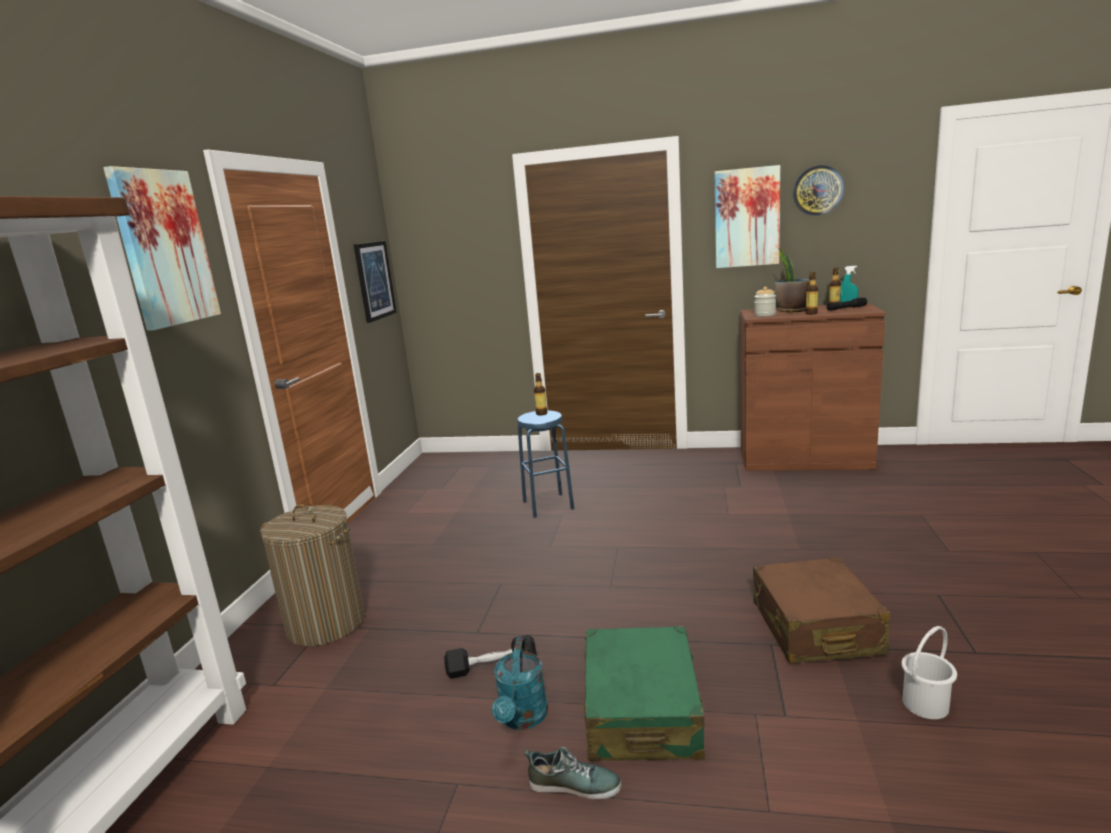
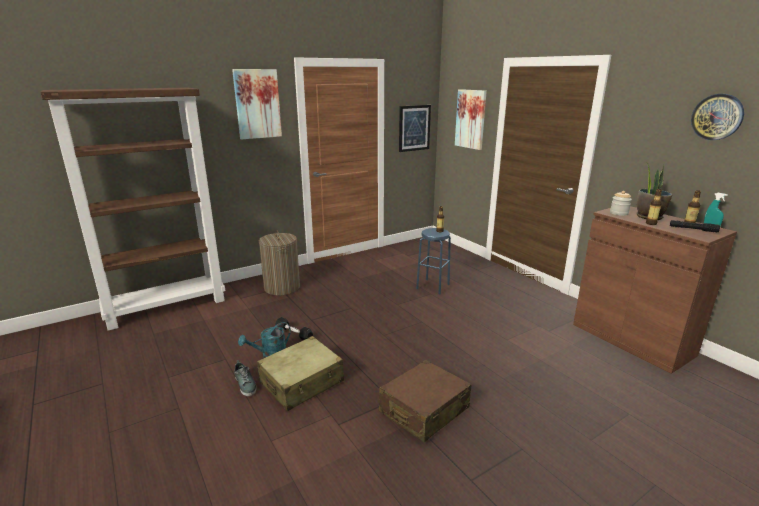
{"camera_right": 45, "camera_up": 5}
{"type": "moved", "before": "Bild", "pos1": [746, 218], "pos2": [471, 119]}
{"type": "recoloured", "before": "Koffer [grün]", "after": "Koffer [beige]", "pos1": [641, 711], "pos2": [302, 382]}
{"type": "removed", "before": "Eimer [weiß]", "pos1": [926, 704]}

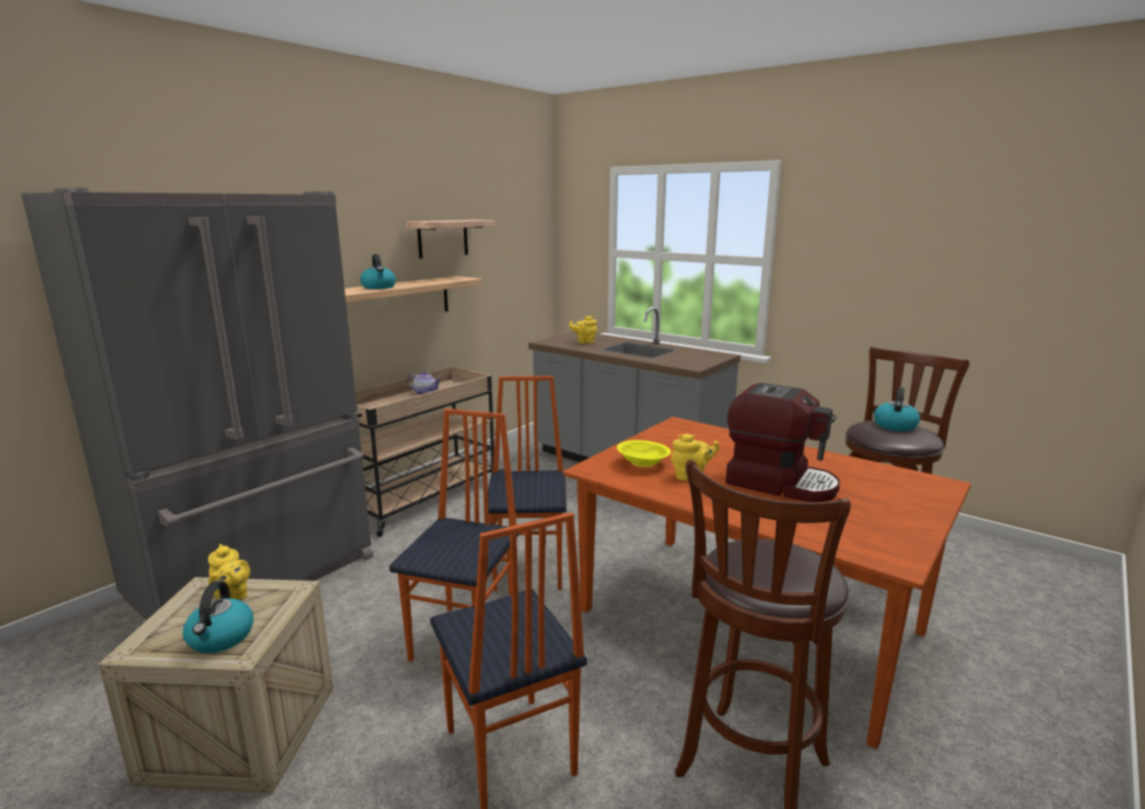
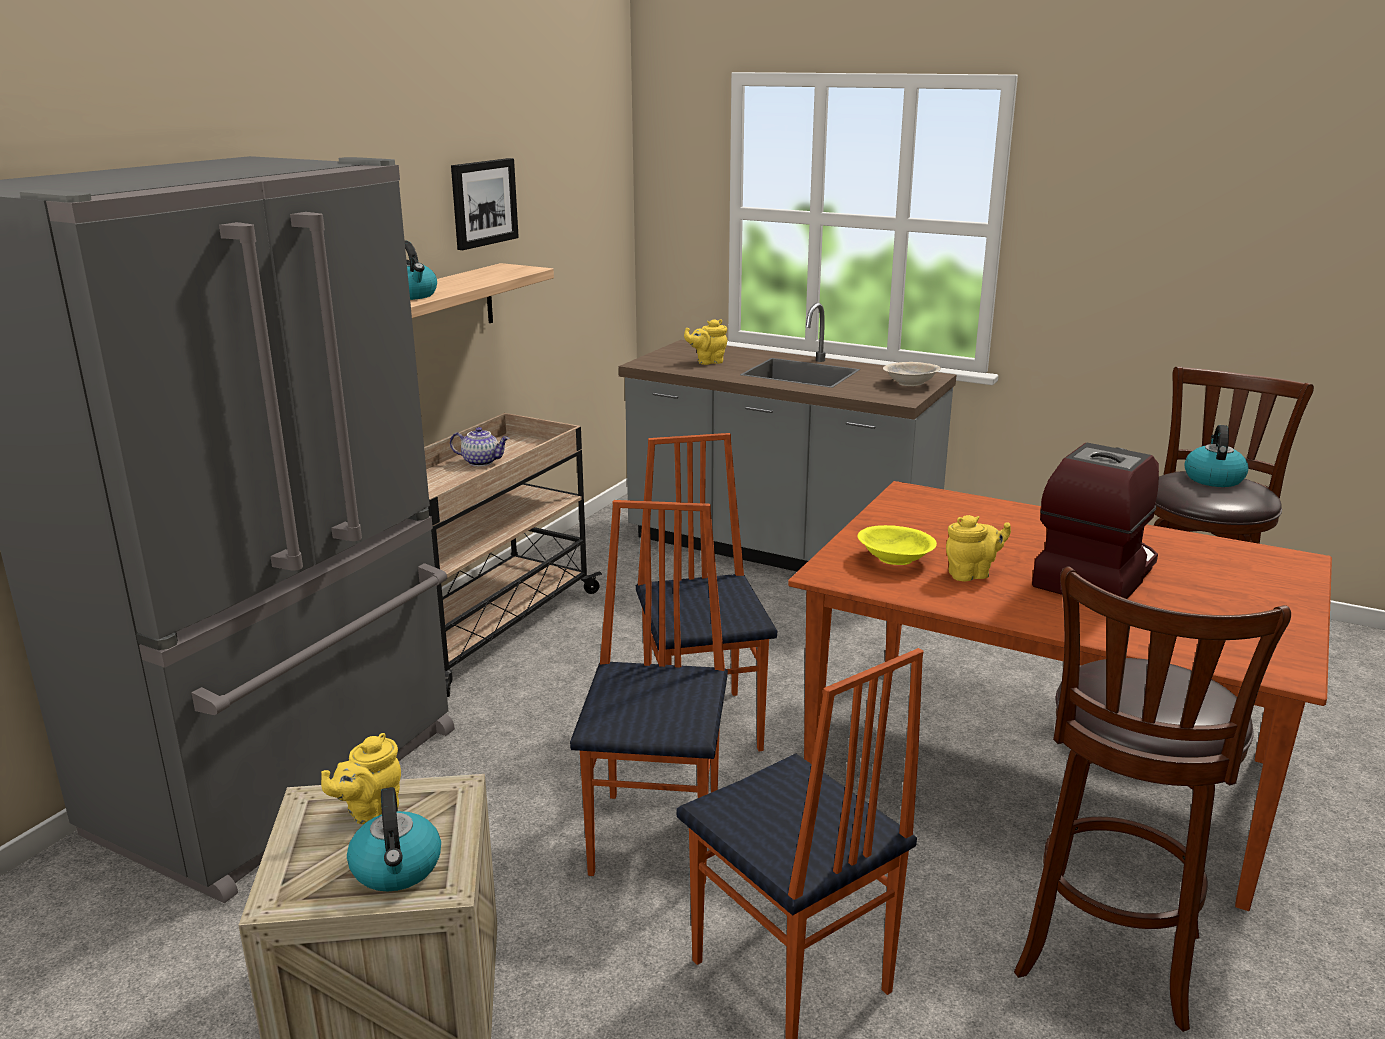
{"camera_right": -10, "camera_up": 5}
{"type": "replaced", "before": "Wandregal", "after": "Bild", "pos1": [443, 238], "pos2": [483, 203]}
{"type": "turned", "before": "Kaffeemaschine", "pos1": [780, 483], "pos2": [1094, 575], "turn": -75}
{"type": "turned", "before": "Teekanne [gelb]", "pos1": [232, 597], "pos2": [369, 810], "turn": 90}
{"type": "added", "after": "Schüssel [beige]", "pos2": [910, 384]}

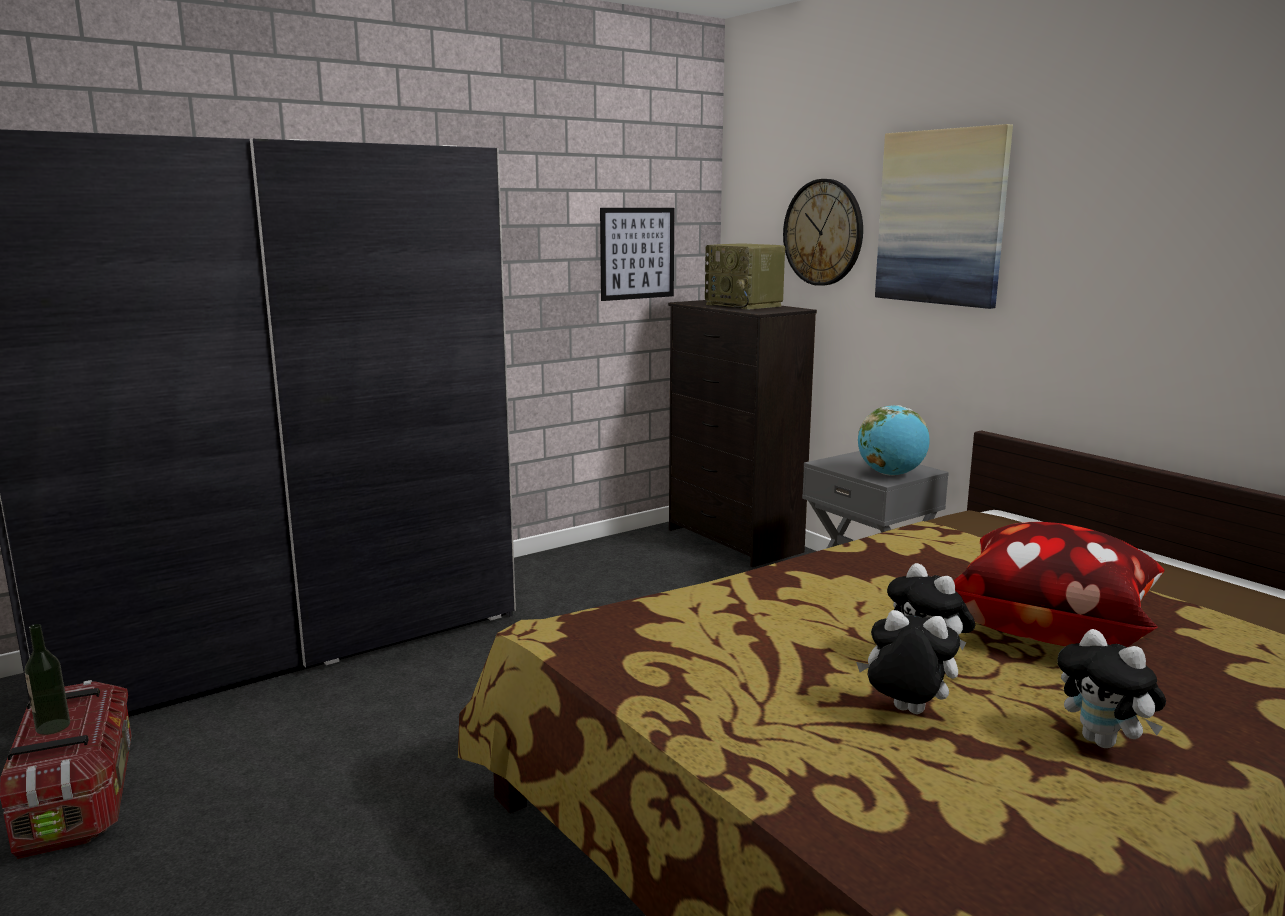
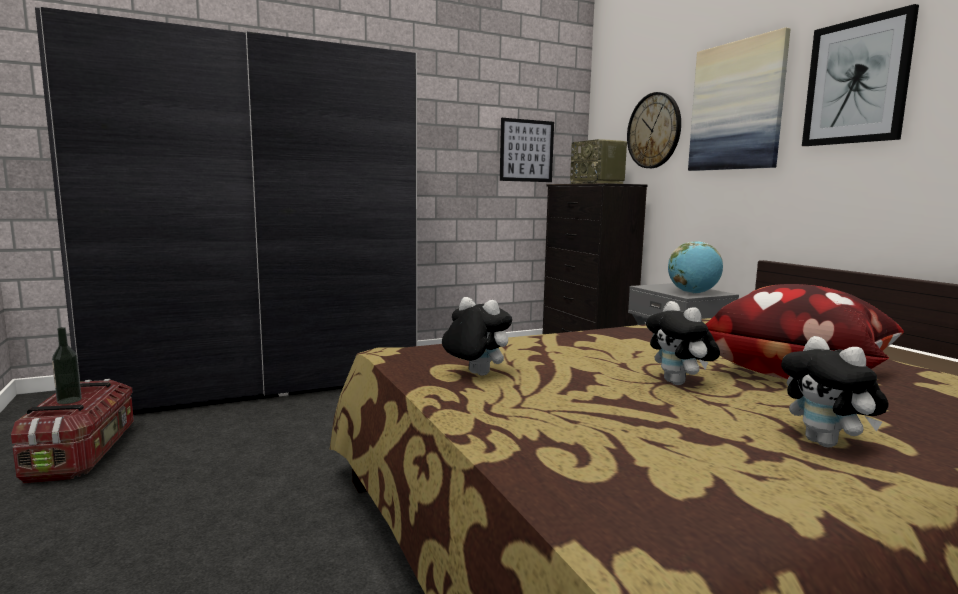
{"camera_right": 10, "camera_up": -5}
{"type": "moved", "before": "Plüschtier", "pos1": [905, 712], "pos2": [475, 374]}
{"type": "added", "after": "Bild", "pos2": [857, 82]}

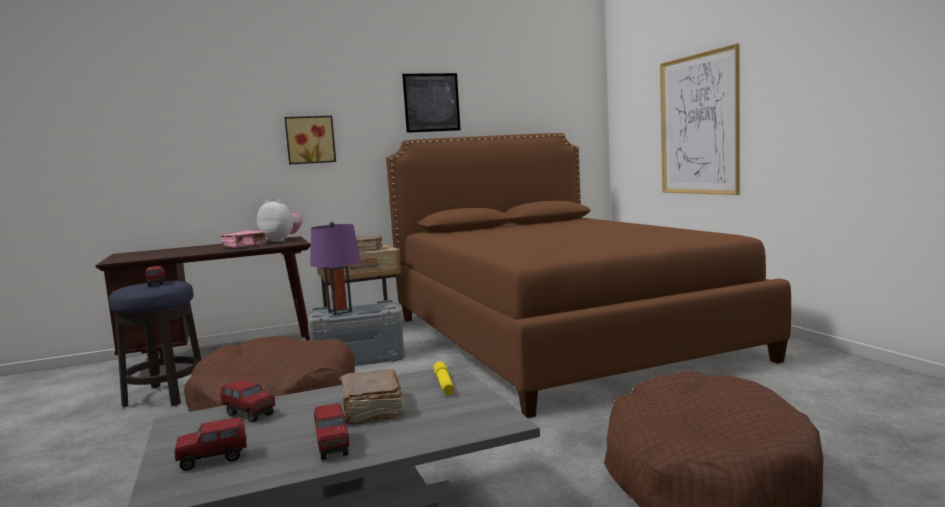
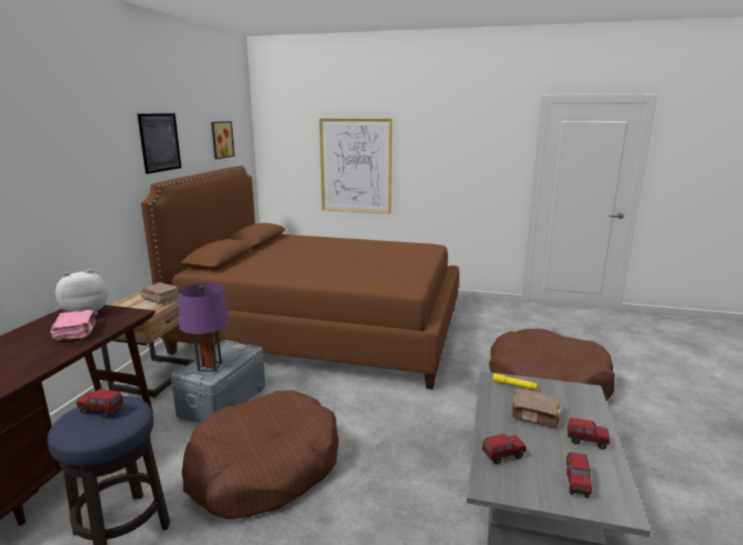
{"camera_right": -55, "camera_up": 10}
{"type": "moved", "before": "Bild", "pos1": [310, 140], "pos2": [221, 139]}

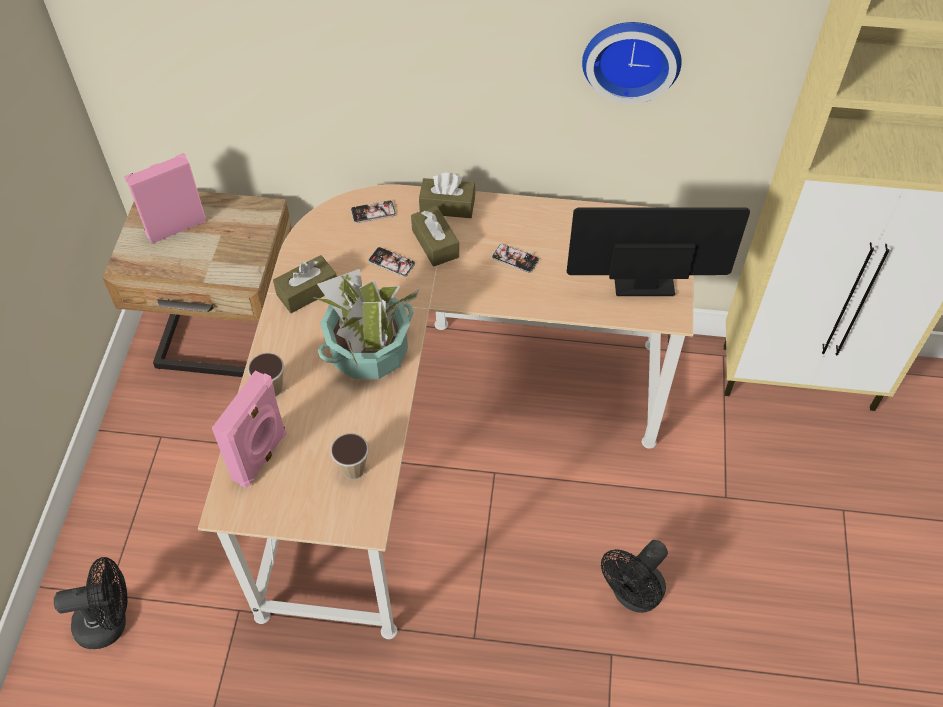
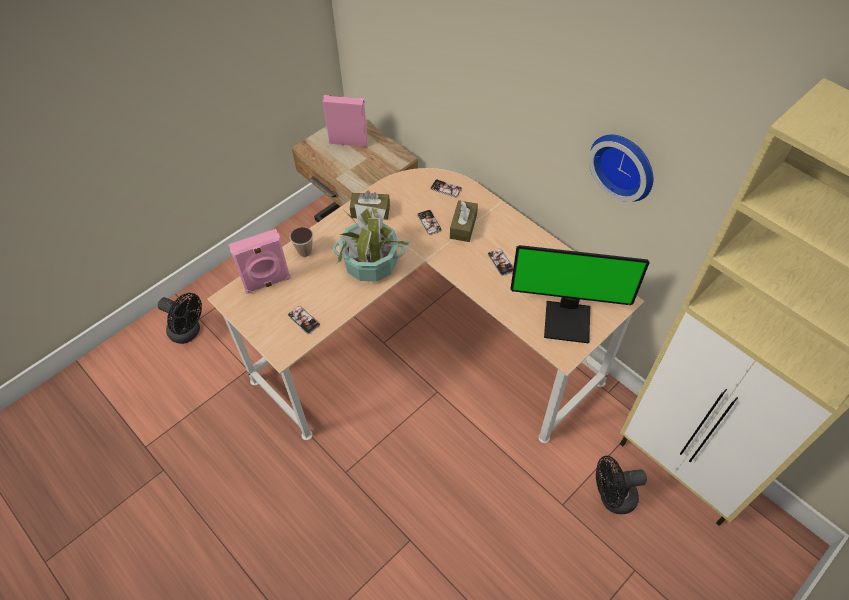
{"camera_right": 40, "camera_up": 0}
{"type": "removed", "before": "Taschentuchbox [braun]", "pos1": [447, 206]}
{"type": "turned", "before": "Monitor", "pos1": [641, 277], "pos2": [568, 320], "turn": 150}
{"type": "replaced", "before": "Tasse", "after": "Handy", "pos1": [353, 469], "pos2": [304, 320]}
{"type": "moved", "before": "Ventilator [schwarz]", "pos1": [632, 595], "pos2": [612, 498]}

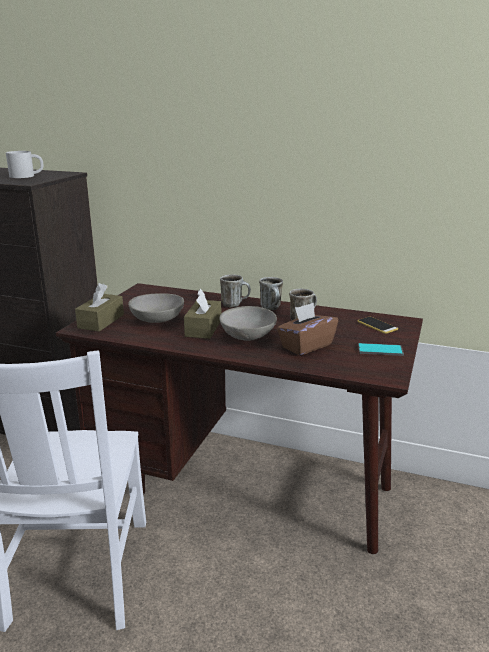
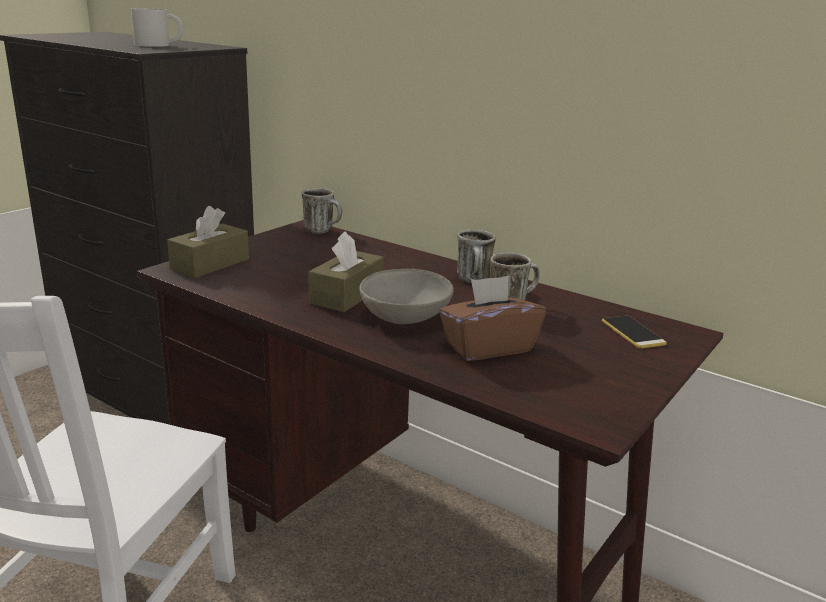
{"camera_right": 15, "camera_up": 0}
{"type": "moved", "before": "Henkelbecher", "pos1": [235, 304], "pos2": [323, 231]}
{"type": "removed", "before": "Schüssel [grau]", "pos1": [157, 320]}
{"type": "removed", "before": "Handy", "pos1": [380, 350]}

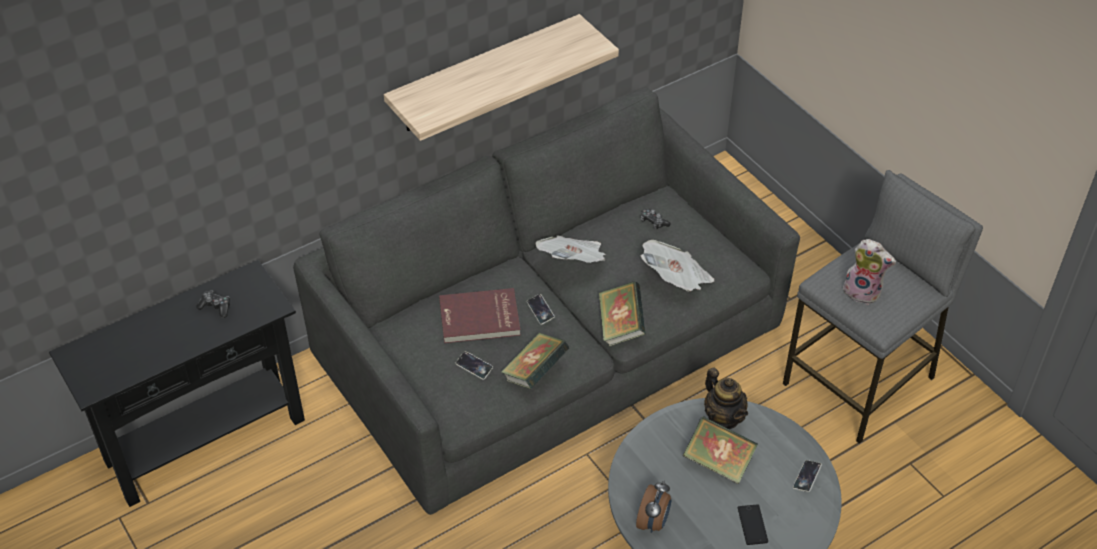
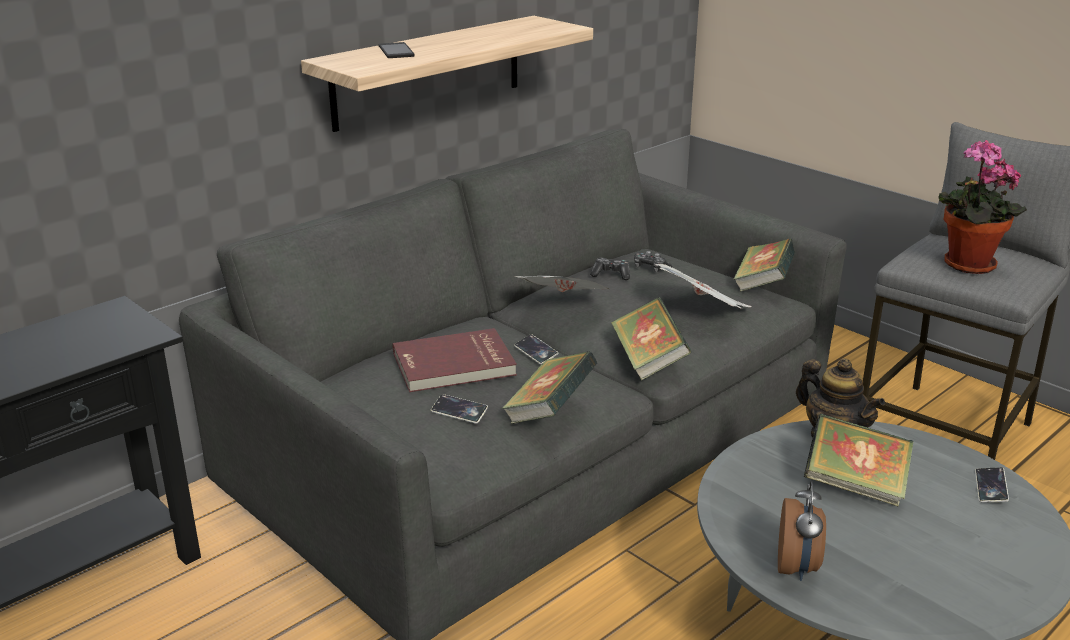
{"camera_right": -10, "camera_up": -20}
{"type": "replaced", "before": "Plüschtier", "after": "Topfpflanze", "pos1": [863, 291], "pos2": [965, 266]}
{"type": "moved", "before": "Gamepad", "pos1": [216, 307], "pos2": [611, 274]}
{"type": "moved", "before": "Handy", "pos1": [752, 525], "pos2": [396, 51]}
{"type": "added", "after": "Buch", "pos2": [764, 282]}

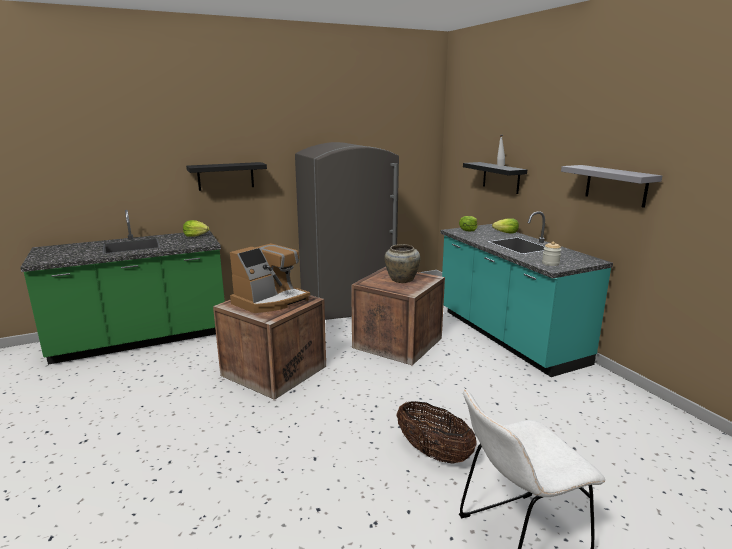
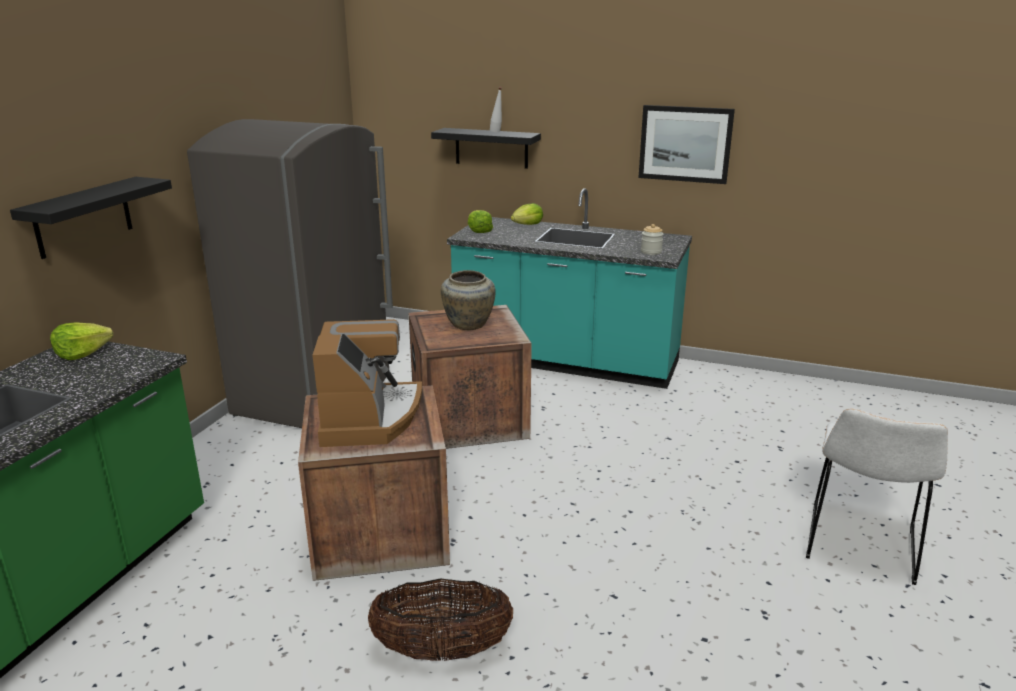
{"camera_right": -45, "camera_up": 5}
{"type": "replaced", "before": "Wandregal [grau]", "after": "Bild", "pos1": [616, 185], "pos2": [685, 144]}
{"type": "moved", "before": "Korb", "pos1": [433, 453], "pos2": [442, 651]}

